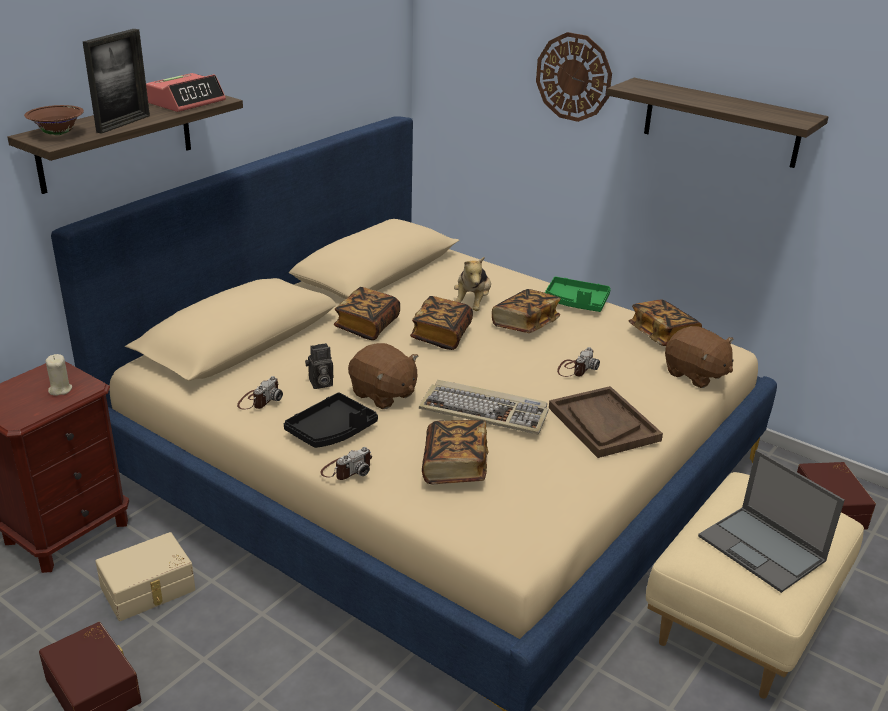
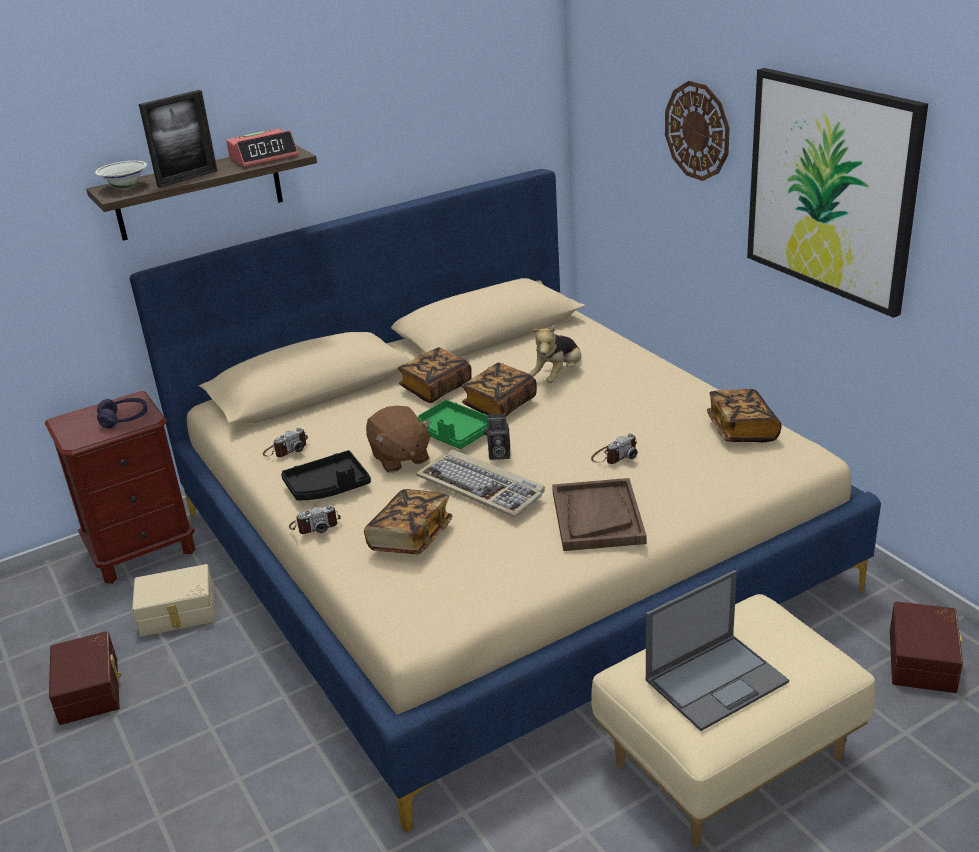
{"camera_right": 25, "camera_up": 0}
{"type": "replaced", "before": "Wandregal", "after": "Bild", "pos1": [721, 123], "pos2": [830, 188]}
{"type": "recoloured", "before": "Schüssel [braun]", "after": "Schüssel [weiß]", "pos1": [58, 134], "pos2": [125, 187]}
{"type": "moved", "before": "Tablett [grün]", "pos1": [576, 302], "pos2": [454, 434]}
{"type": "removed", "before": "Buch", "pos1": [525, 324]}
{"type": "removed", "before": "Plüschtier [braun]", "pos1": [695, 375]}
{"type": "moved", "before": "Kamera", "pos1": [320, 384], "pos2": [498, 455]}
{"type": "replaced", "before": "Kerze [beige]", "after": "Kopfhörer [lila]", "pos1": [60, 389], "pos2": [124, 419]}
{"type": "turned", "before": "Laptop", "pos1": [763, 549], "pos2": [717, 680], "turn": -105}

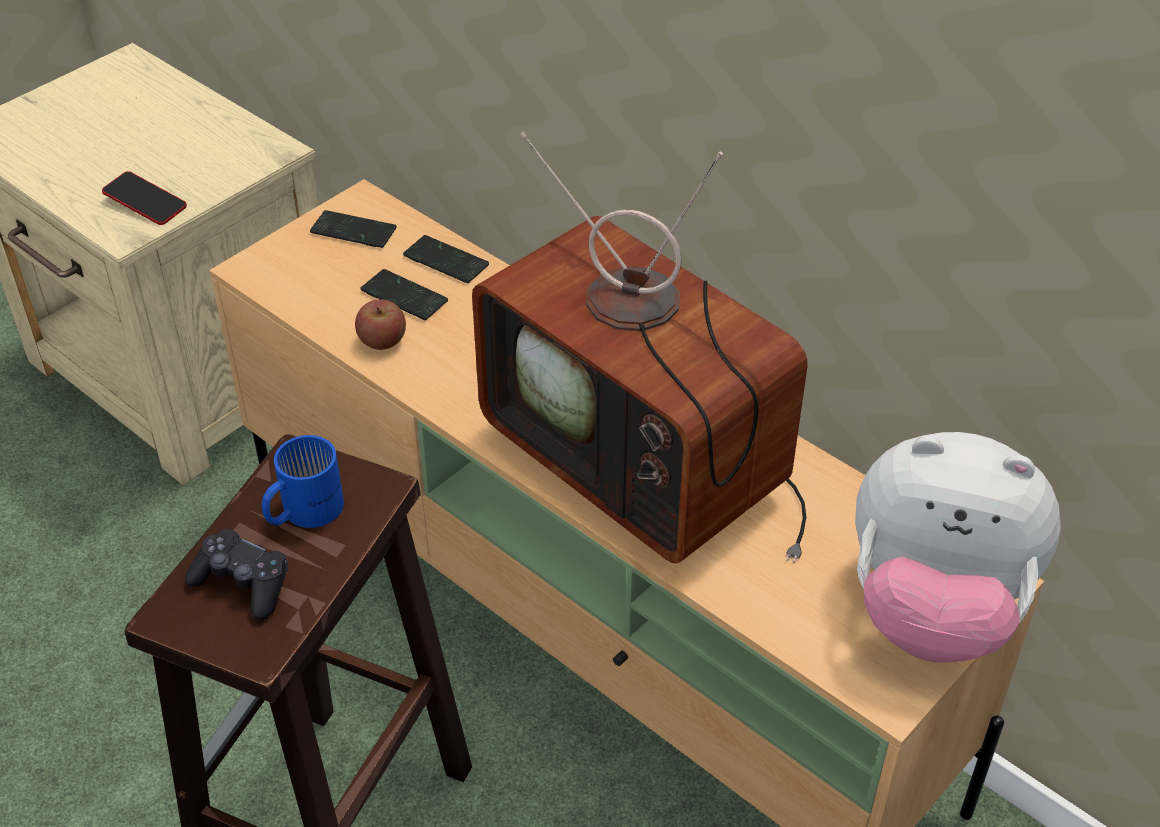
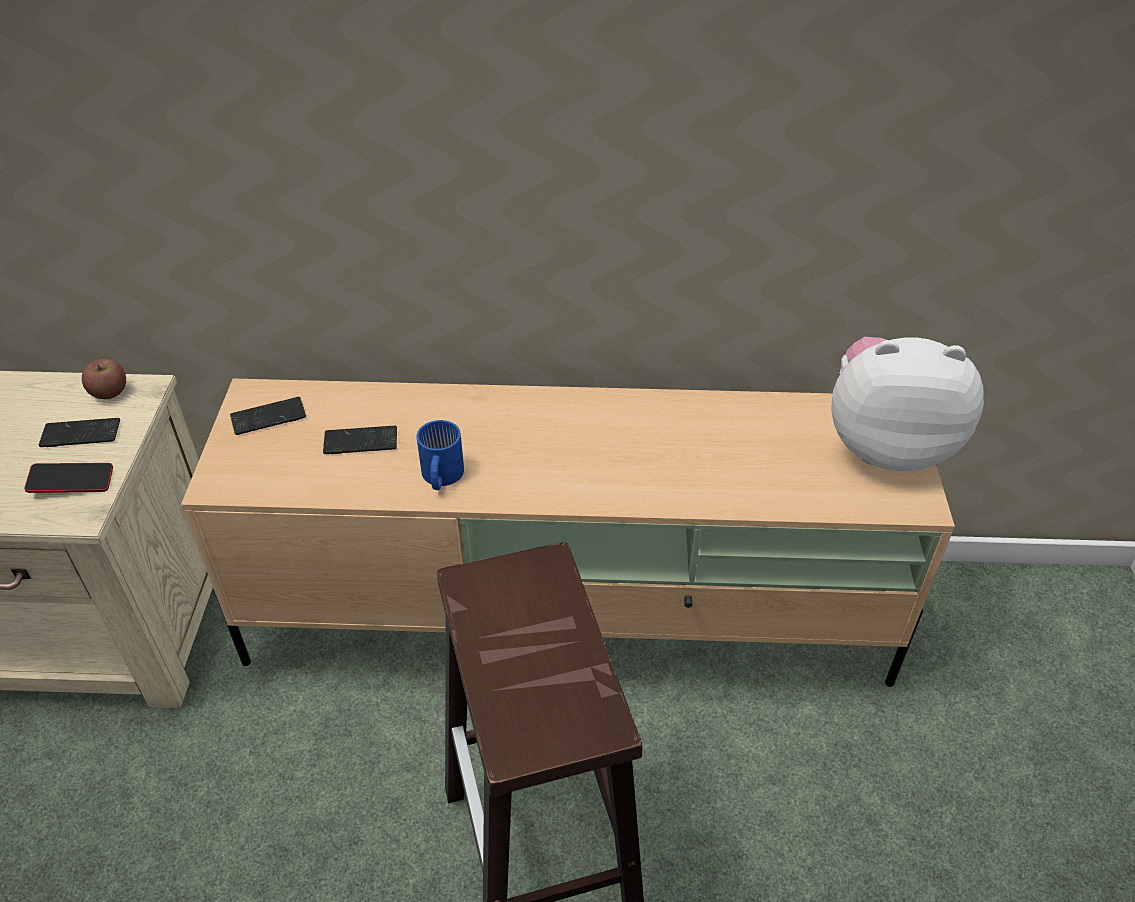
{"camera_right": -40, "camera_up": 0}
{"type": "removed", "before": "Fernseher", "pos1": [647, 463]}
{"type": "moved", "before": "Handy", "pos1": [446, 261], "pos2": [81, 434]}
{"type": "moved", "before": "Apfel", "pos1": [382, 340], "pos2": [109, 392]}
{"type": "turned", "before": "Plüschtier", "pos1": [933, 610], "pos2": [886, 444], "turn": -150}
{"type": "moved", "before": "Henkelbecher [blau]", "pos1": [302, 510], "pos2": [439, 477]}
{"type": "removed", "before": "Gamepad [schwarz]", "pos1": [242, 583]}

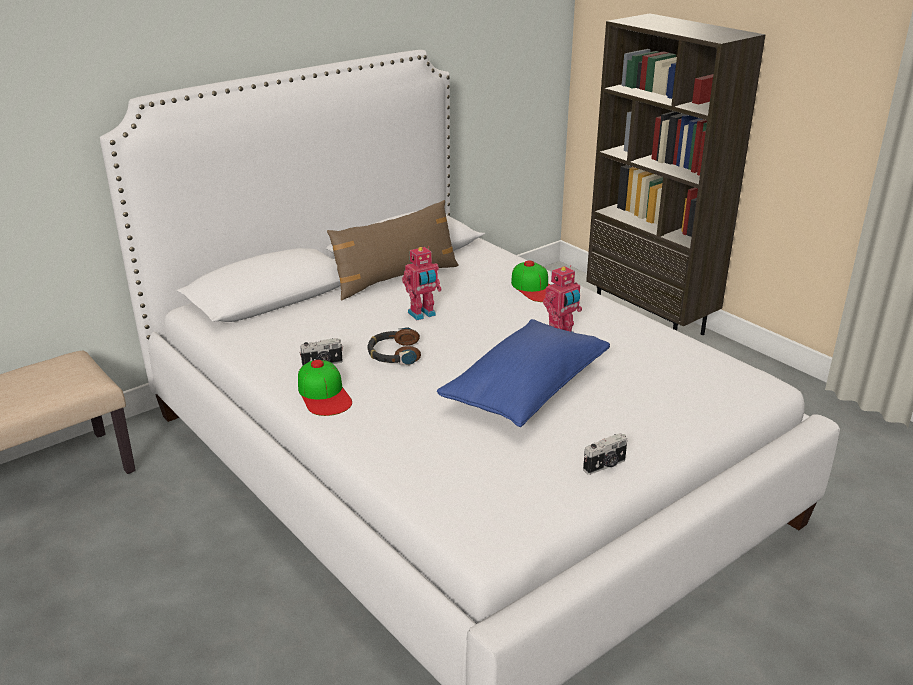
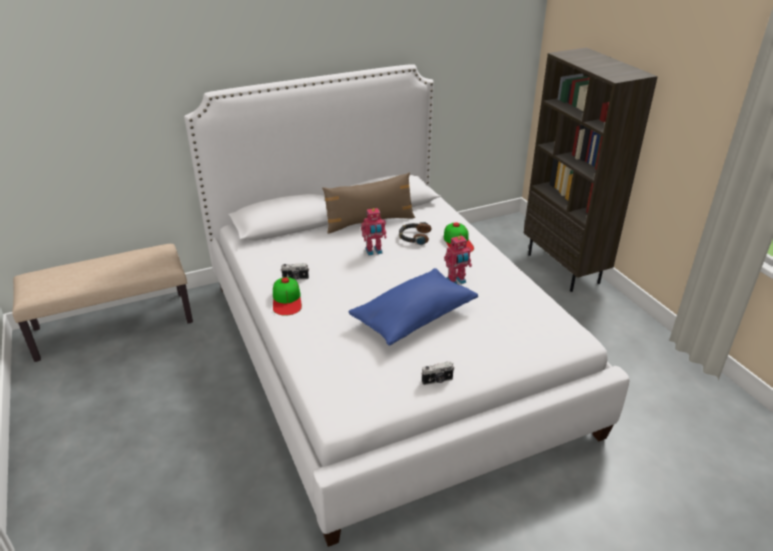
{"camera_right": 15, "camera_up": 5}
{"type": "moved", "before": "Kopfhörer", "pos1": [394, 354], "pos2": [414, 237]}

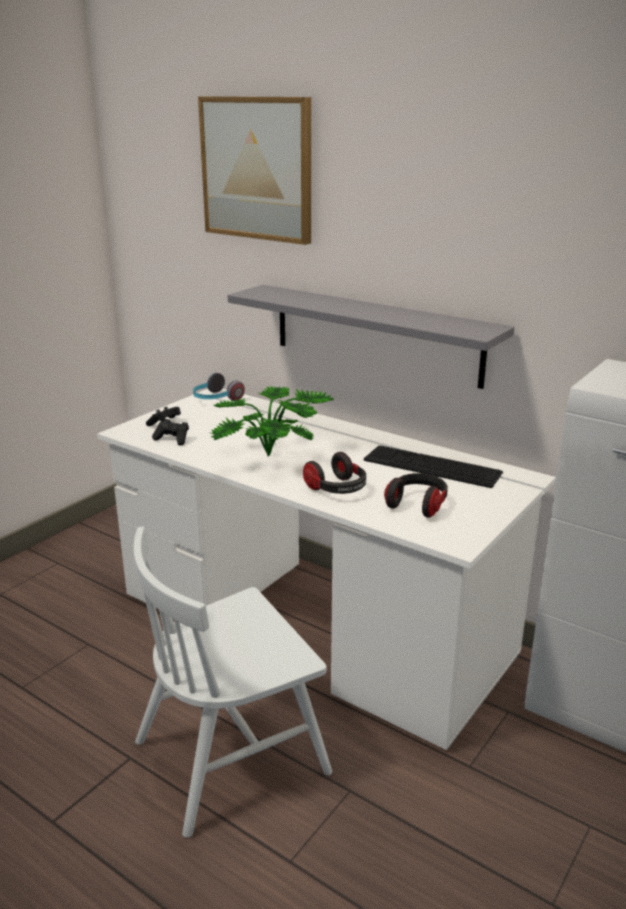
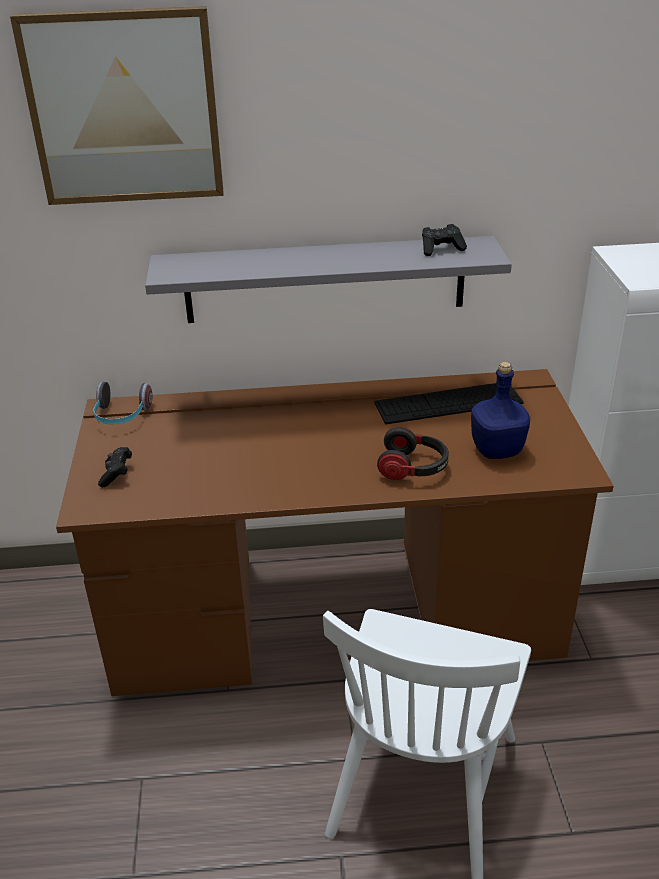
{"camera_right": -40, "camera_up": 10}
{"type": "removed", "before": "Topfpflanze", "pos1": [272, 458]}
{"type": "recoloured", "before": "Schreibtisch [weiß]", "after": "Schreibtisch [braun]", "pos1": [313, 623], "pos2": [334, 611]}
{"type": "moved", "before": "Gamepad [schwarz]", "pos1": [173, 439], "pos2": [441, 249]}
{"type": "replaced", "before": "Kopfhörer", "after": "Flasche [blau]", "pos1": [417, 504], "pos2": [498, 450]}

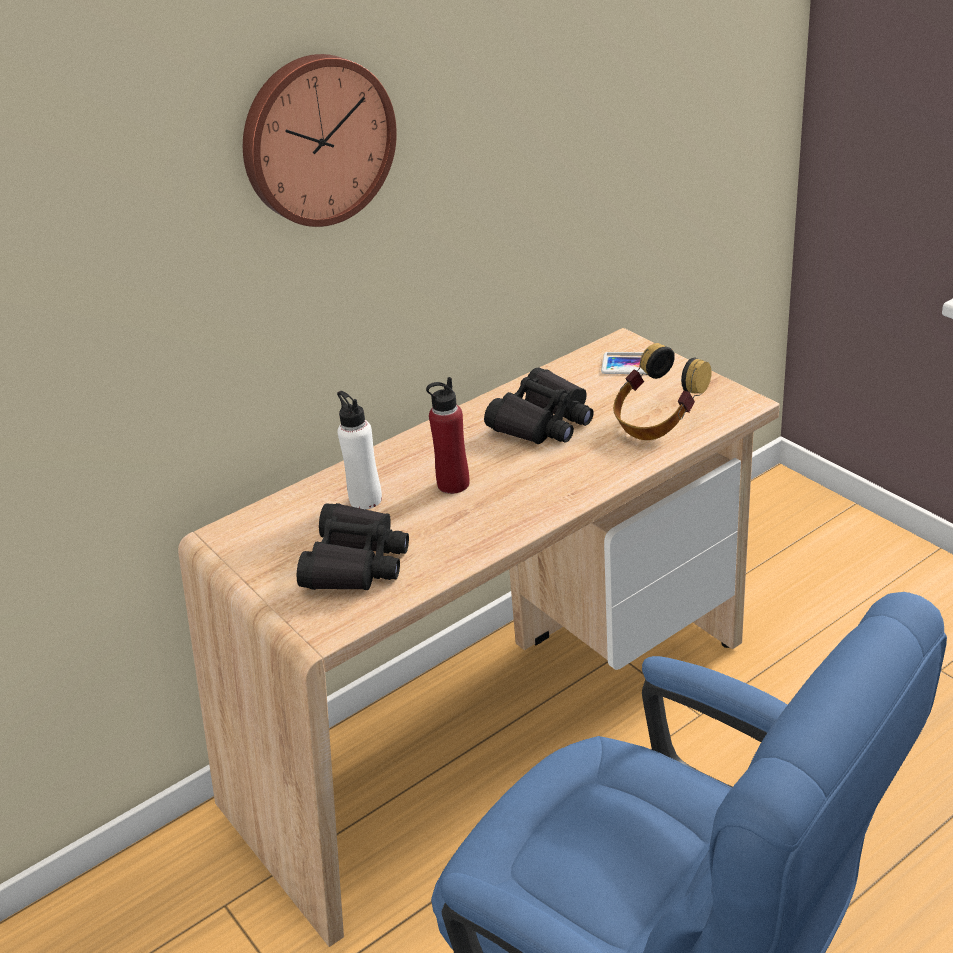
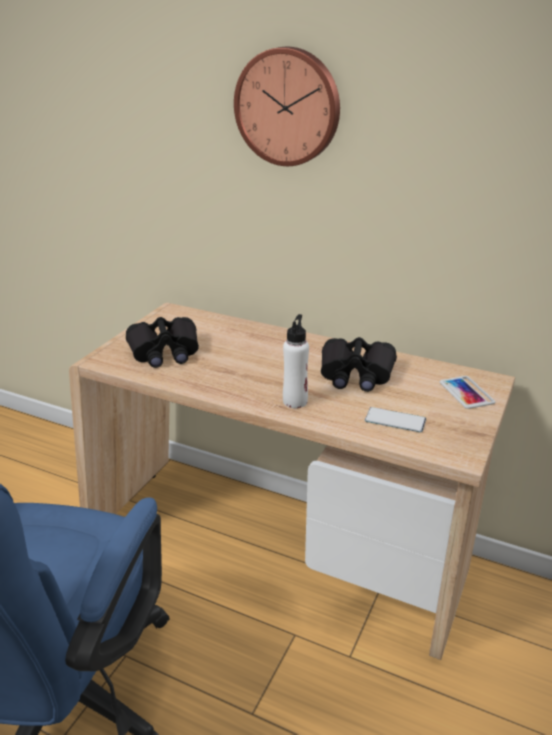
{"camera_right": 60, "camera_up": -5}
{"type": "replaced", "before": "Kopfhörer", "after": "Handy", "pos1": [657, 423], "pos2": [395, 420]}
{"type": "removed", "before": "Flasche [rot]", "pos1": [453, 484]}
{"type": "moved", "before": "Flasche [weiß]", "pos1": [365, 499], "pos2": [295, 401]}

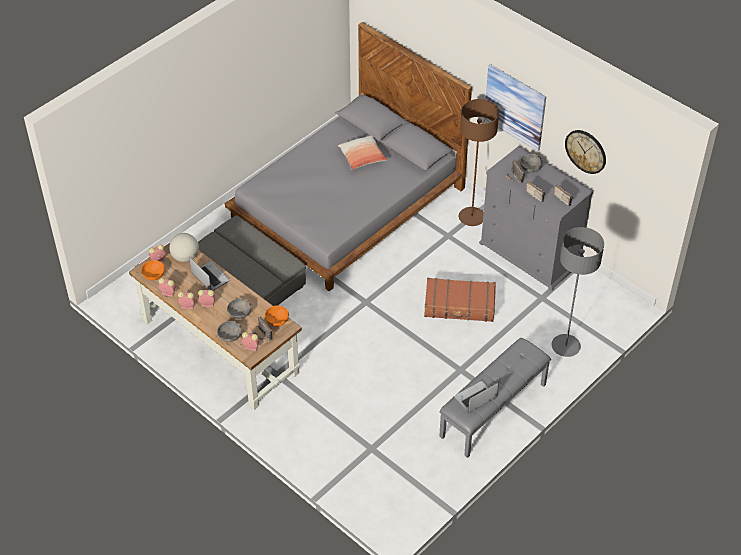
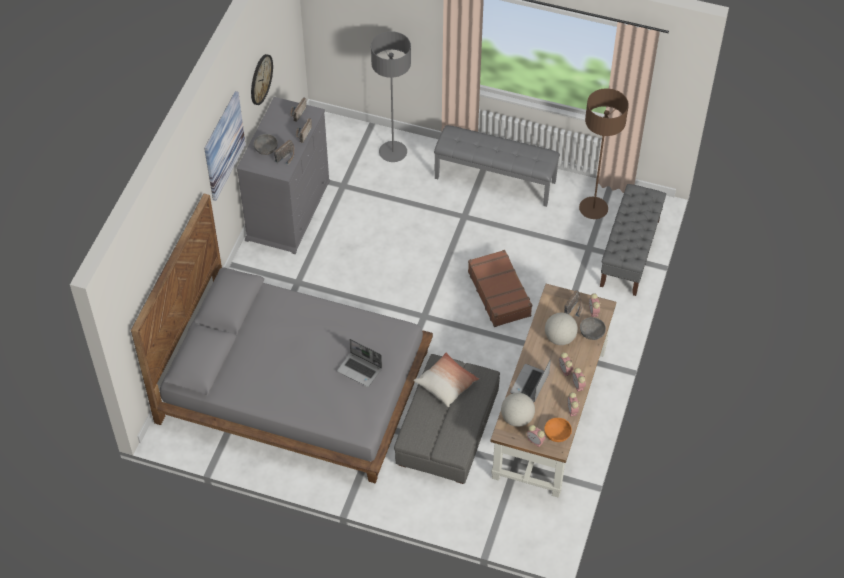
{"camera_right": -115, "camera_up": 5}
{"type": "moved", "before": "Stehlampe [braun]", "pos1": [471, 217], "pos2": [593, 209]}
{"type": "moved", "before": "Kissen", "pos1": [362, 158], "pos2": [446, 384]}
{"type": "moved", "before": "Koffer [braun]", "pos1": [459, 306], "pos2": [499, 293]}
{"type": "replaced", "before": "Schüssel [grau]", "after": "Globus", "pos1": [240, 313], "pos2": [560, 338]}
{"type": "removed", "before": "Schüssel [orange]", "pos1": [277, 321]}
{"type": "moved", "before": "Laptop", "pos1": [475, 398], "pos2": [360, 370]}
{"type": "added", "after": "Bank [grau]", "pos2": [630, 253]}

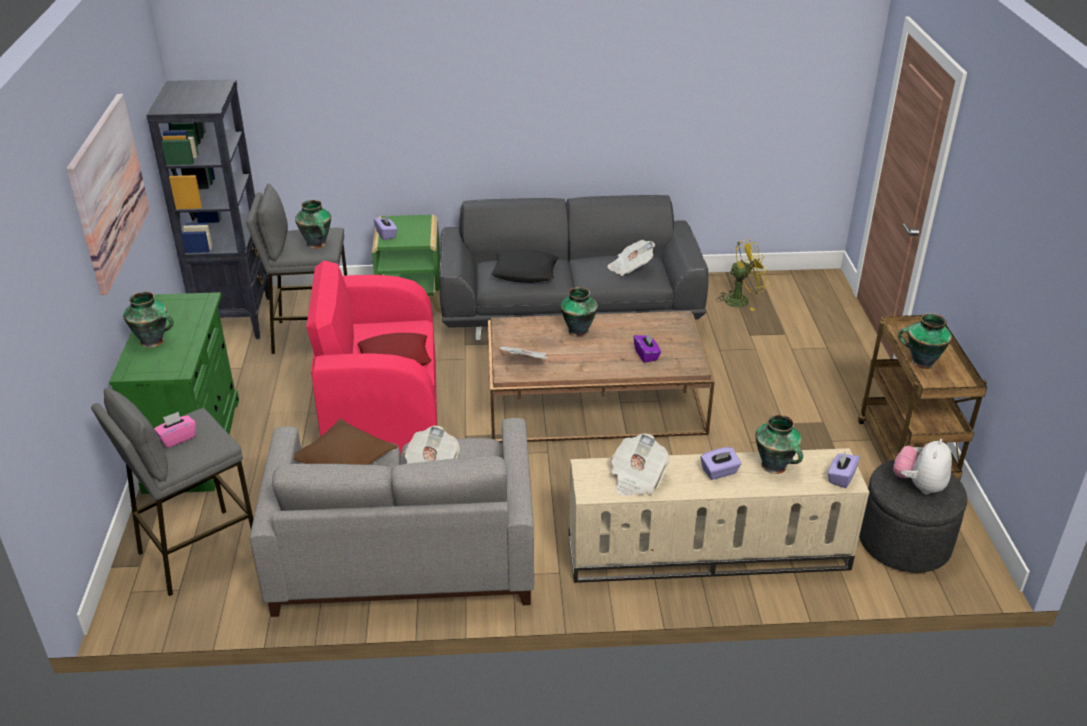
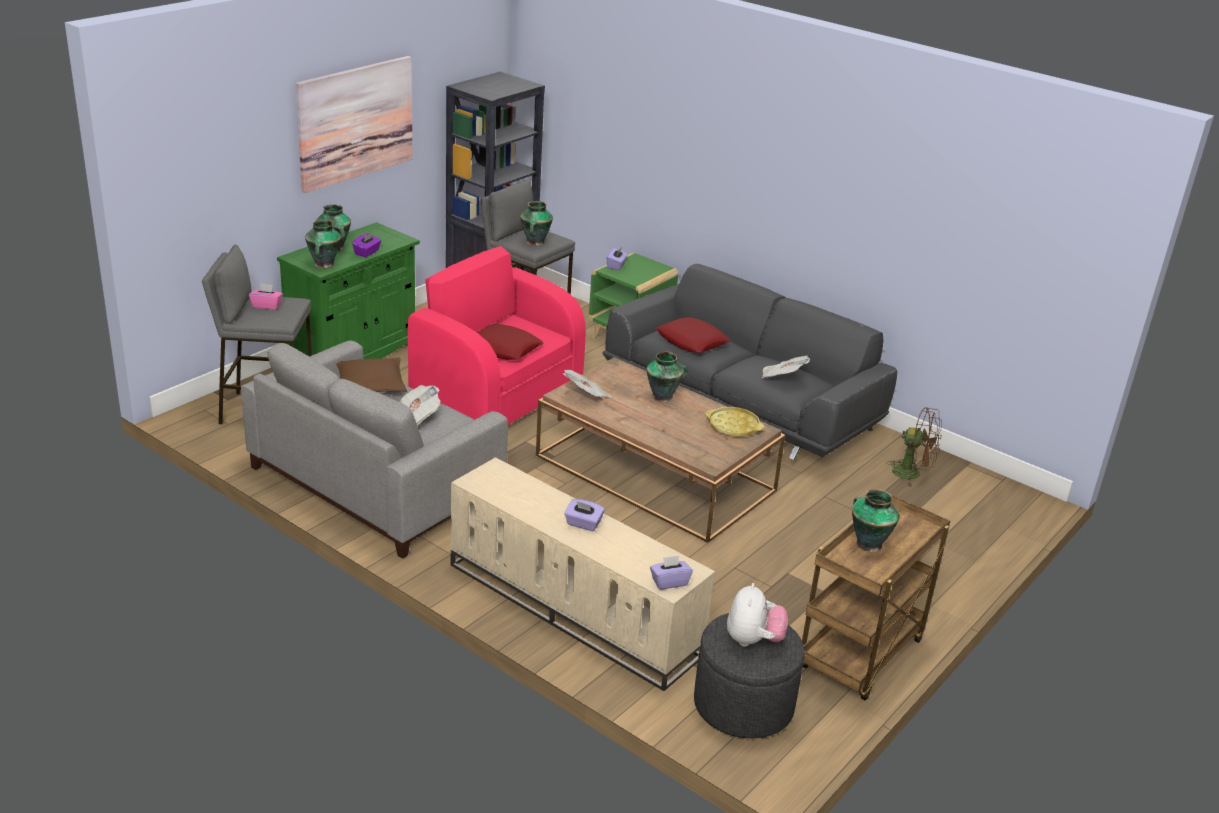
{"camera_right": 40, "camera_up": -5}
{"type": "recoloured", "before": "Ventilator [gelb]", "after": "Ventilator [braun]", "pos1": [741, 300], "pos2": [912, 474]}
{"type": "recoloured", "before": "Kissen [schwarz]", "after": "Kissen [rot]", "pos1": [525, 272], "pos2": [692, 341]}
{"type": "moved", "before": "Taschentuchbox [lila]", "pos1": [646, 355], "pos2": [367, 252]}
{"type": "moved", "before": "Vase", "pos1": [775, 467], "pos2": [324, 264]}
{"type": "removed", "before": "Zeitung", "pos1": [637, 478]}
{"type": "turned", "before": "Plüschtier", "pos1": [919, 485], "pos2": [753, 640], "turn": 120}
{"type": "added", "after": "Tablett [gelb]", "pos2": [733, 426]}

